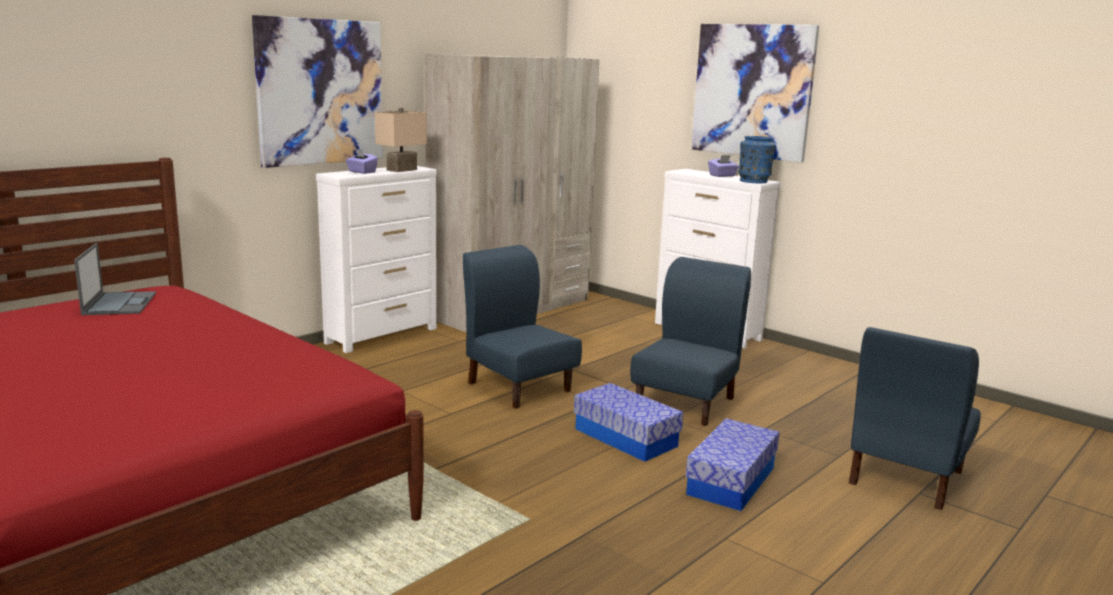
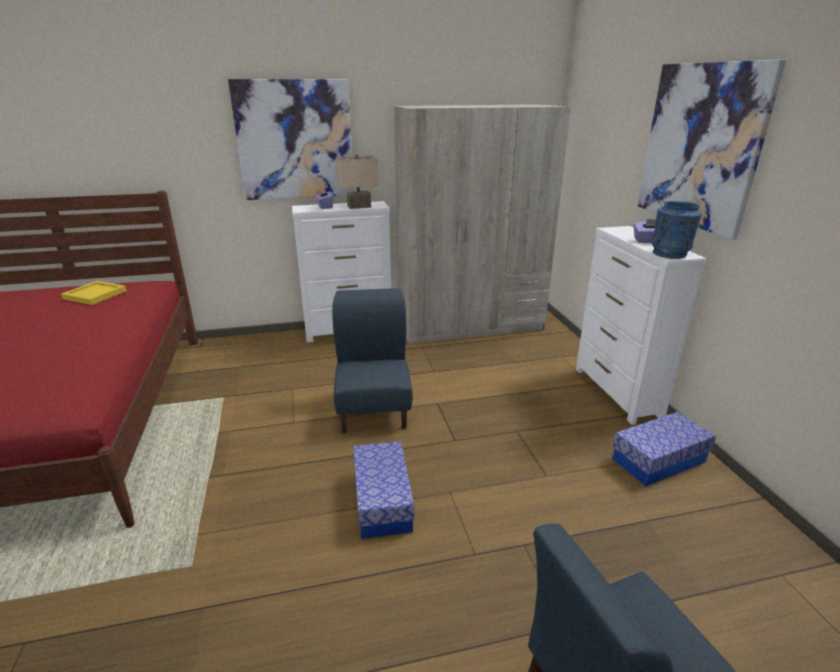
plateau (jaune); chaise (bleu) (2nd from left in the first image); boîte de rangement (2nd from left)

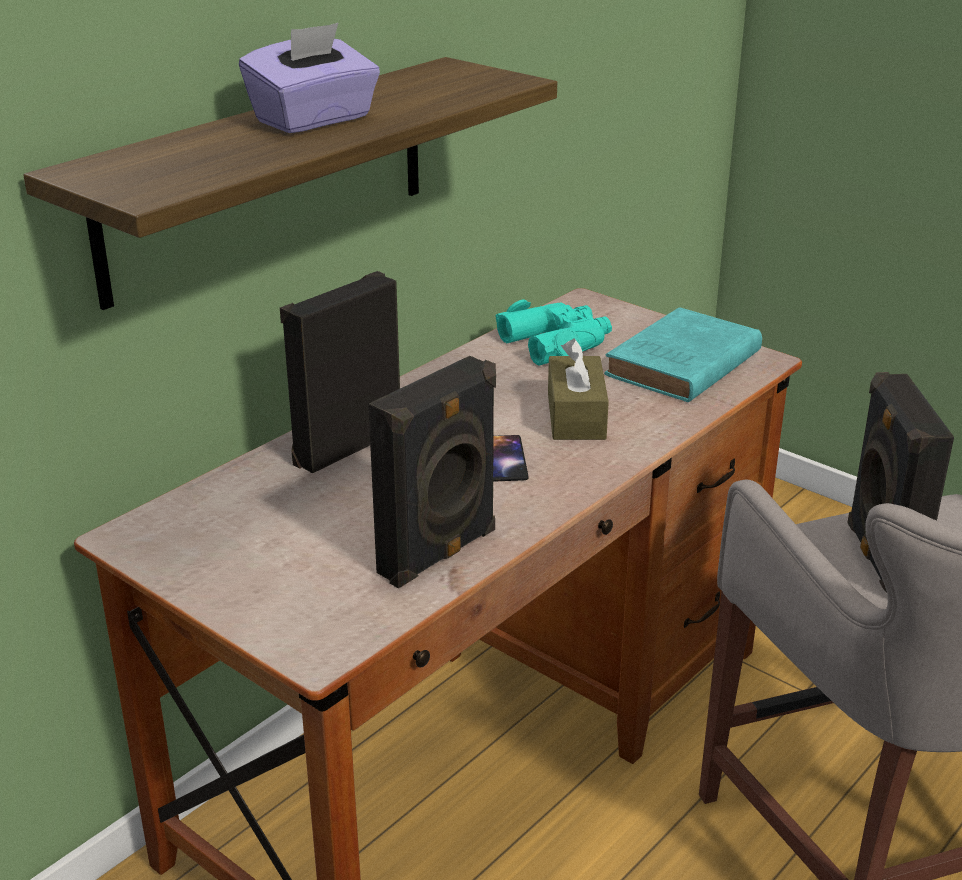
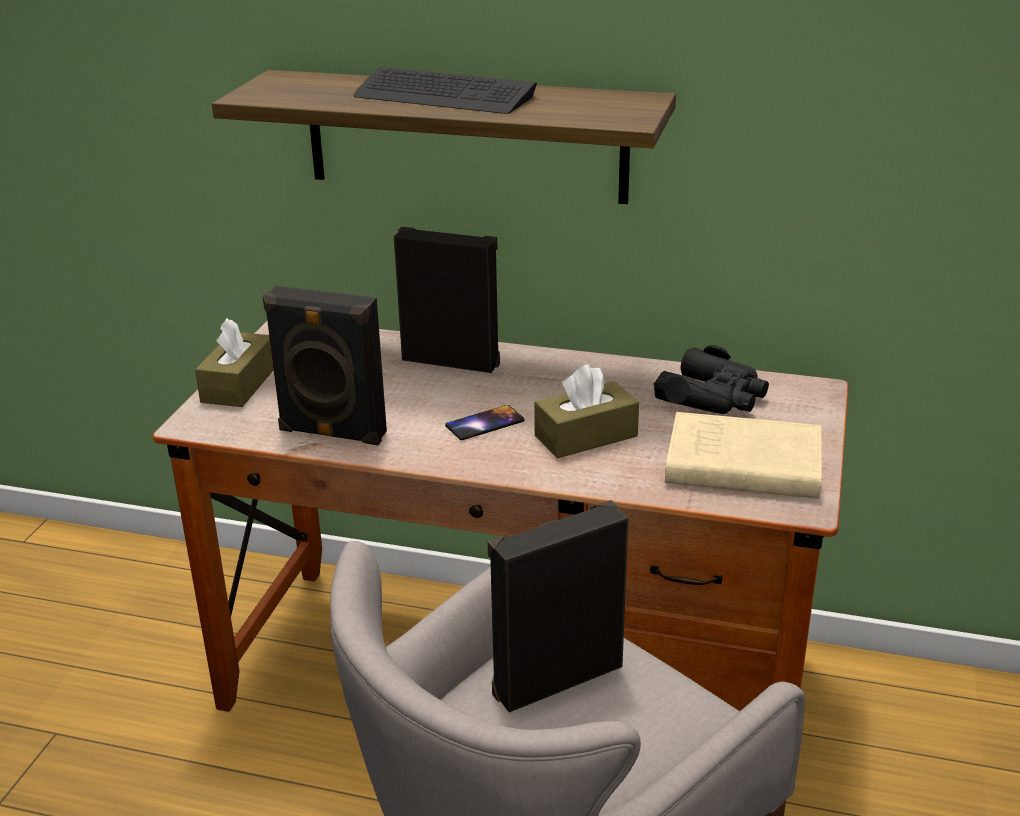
clavier; jumelles (noir); livre (beige); boîte à mouchoirs (marron) (1st from left)

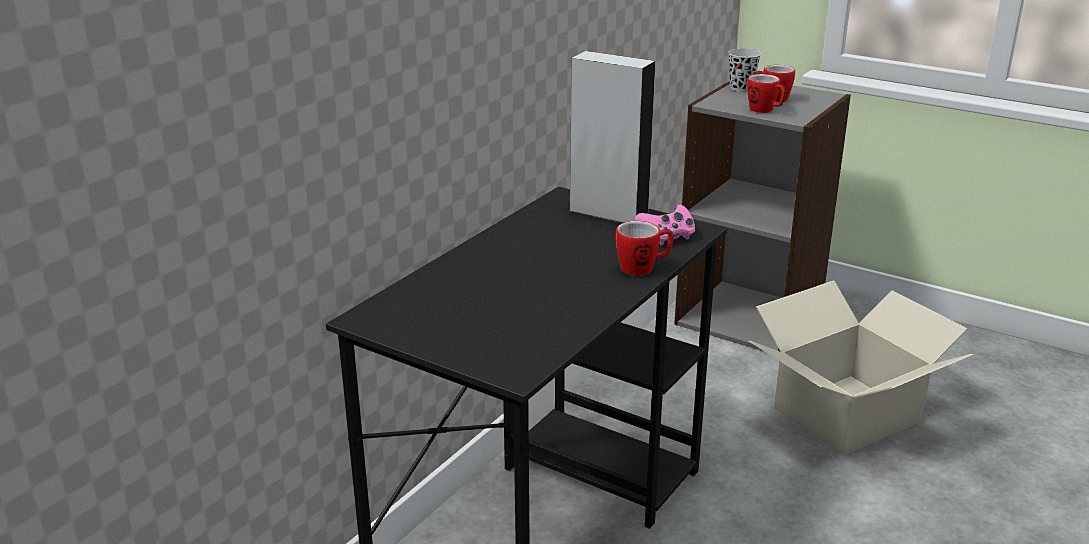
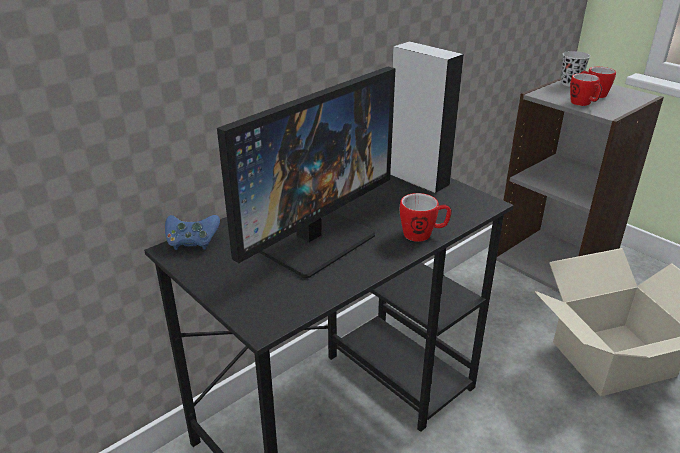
manette (rose); écran d'ordinateur; manette (bleu)

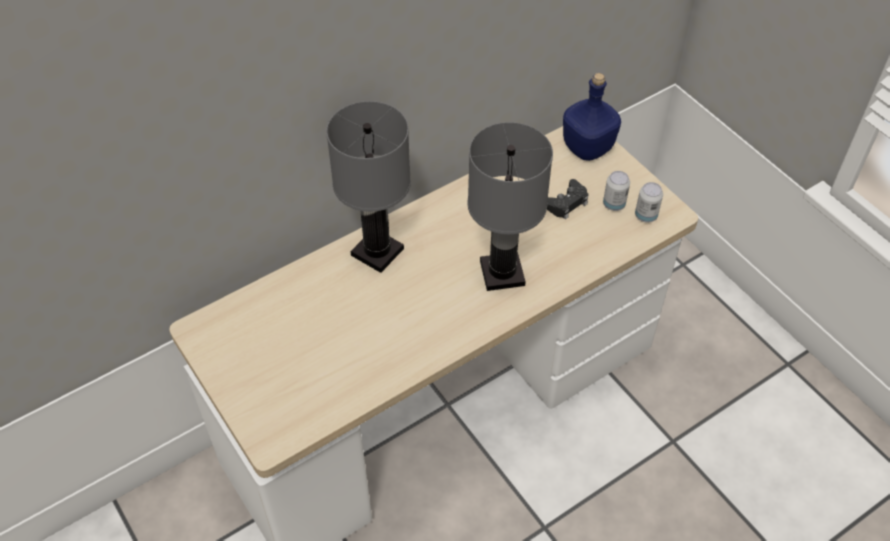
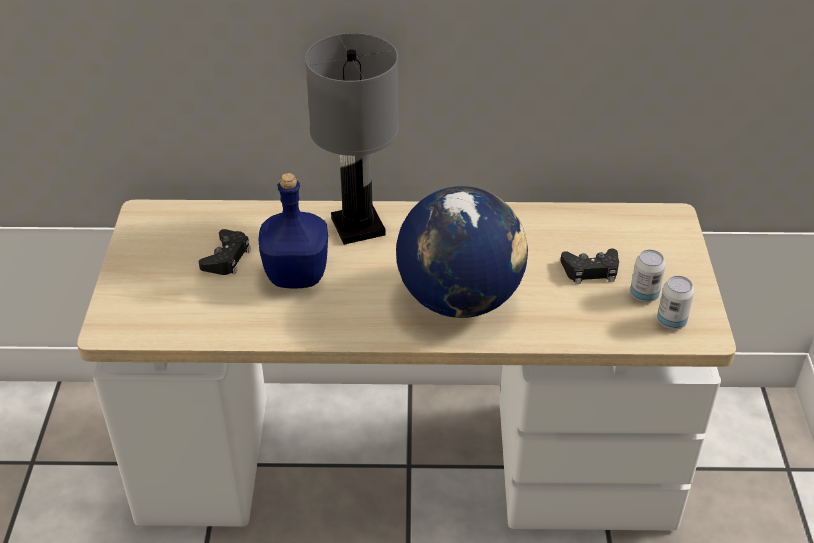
bouteille (bleu); globe; manette (noir) (1st from left)

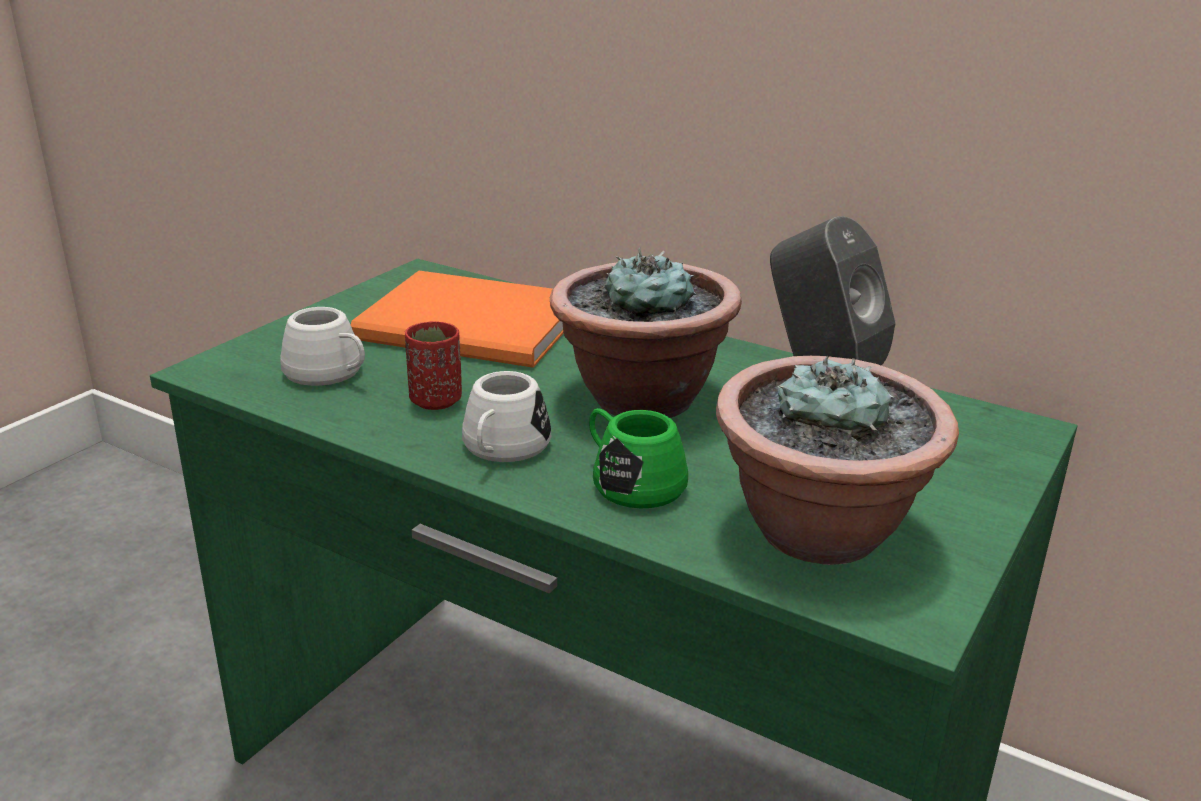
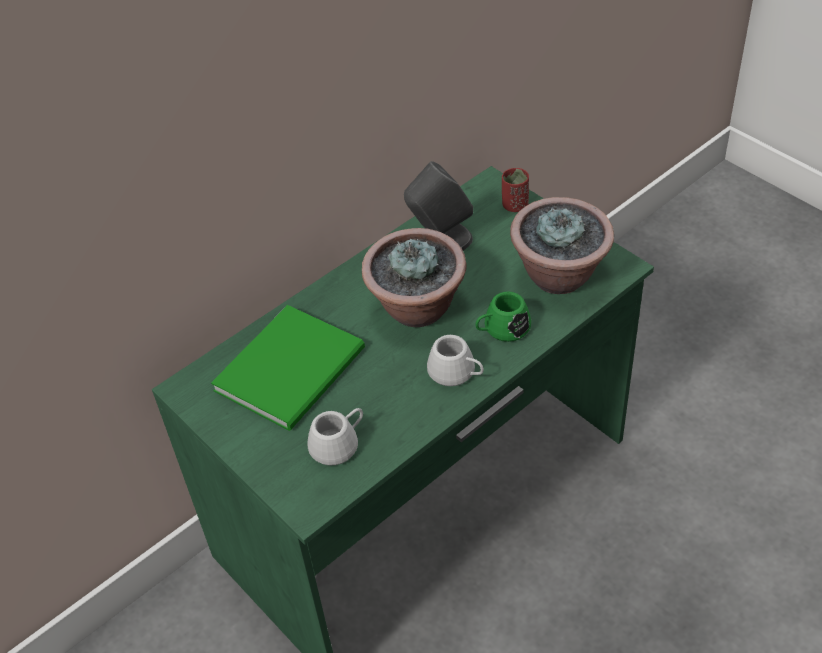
livre (vert); tasse (rouge)

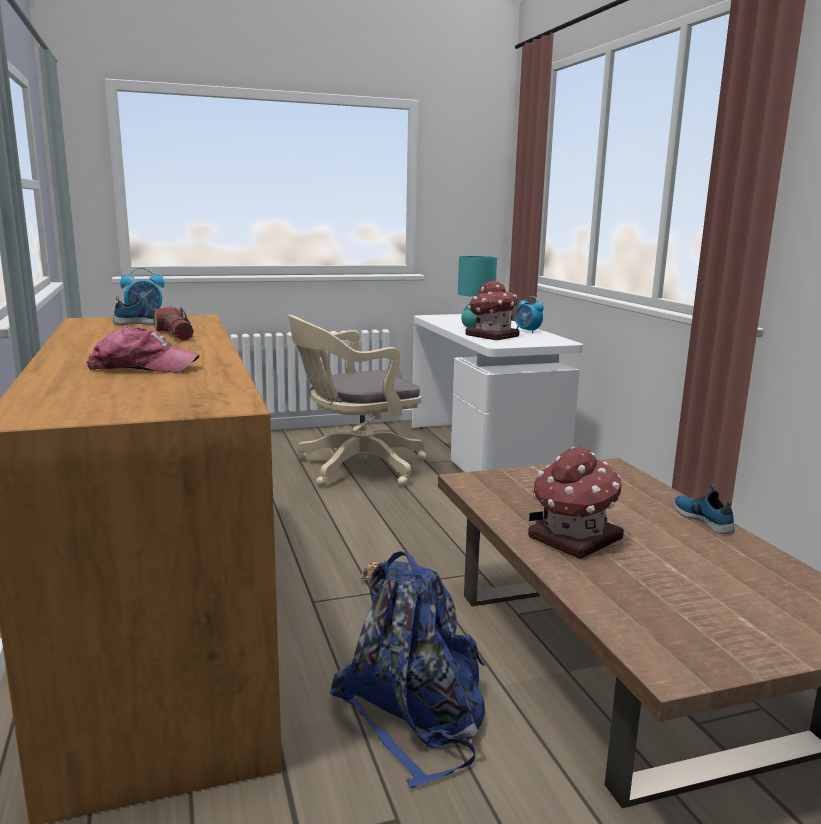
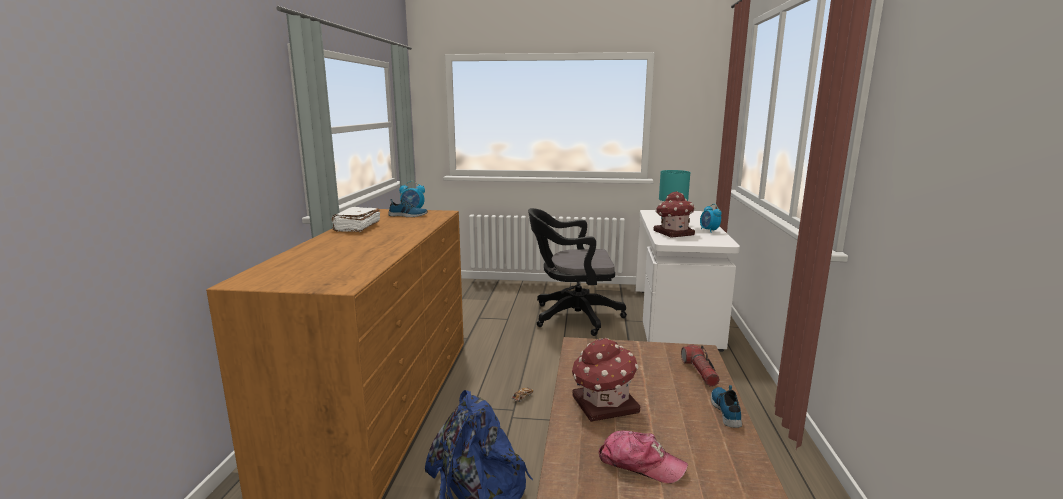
lampe de poche; chaise de bureau (noir); casquette; livre (blanc)

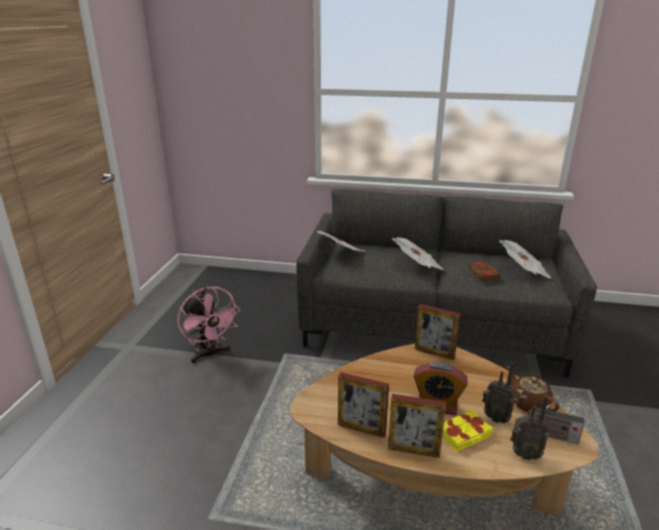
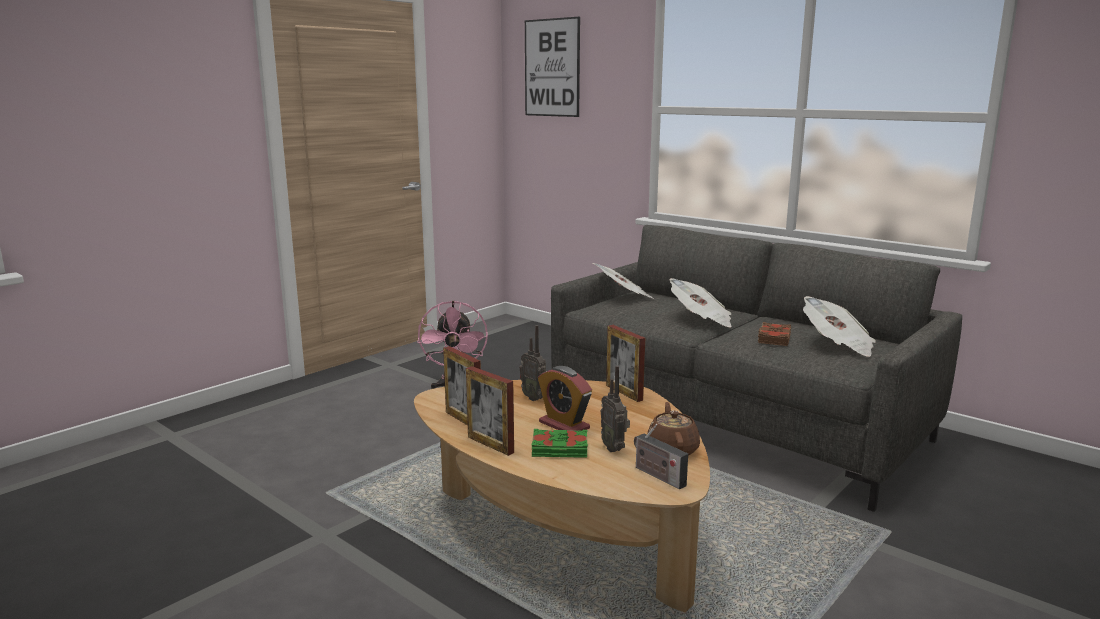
radio (1st from left); livre (vert); tableau

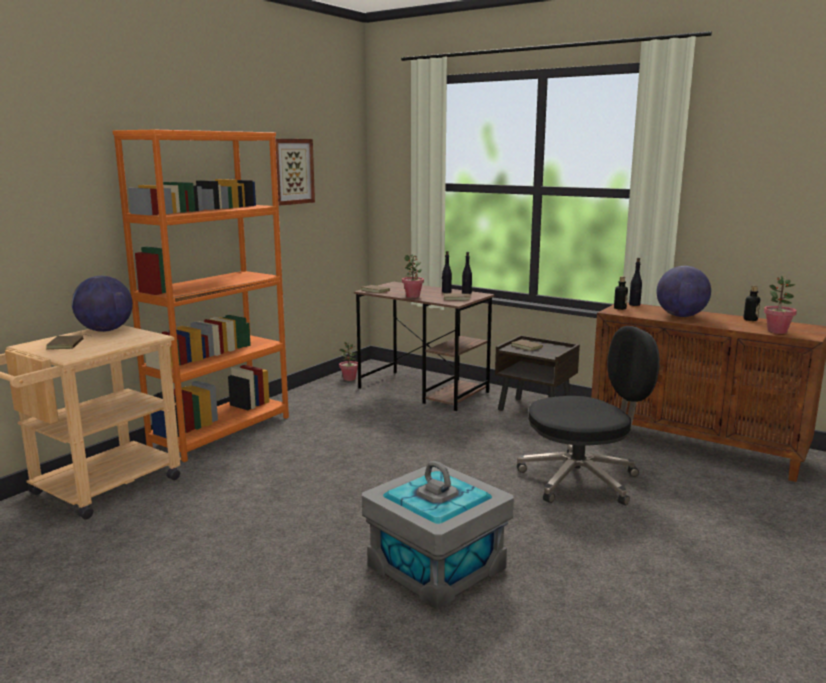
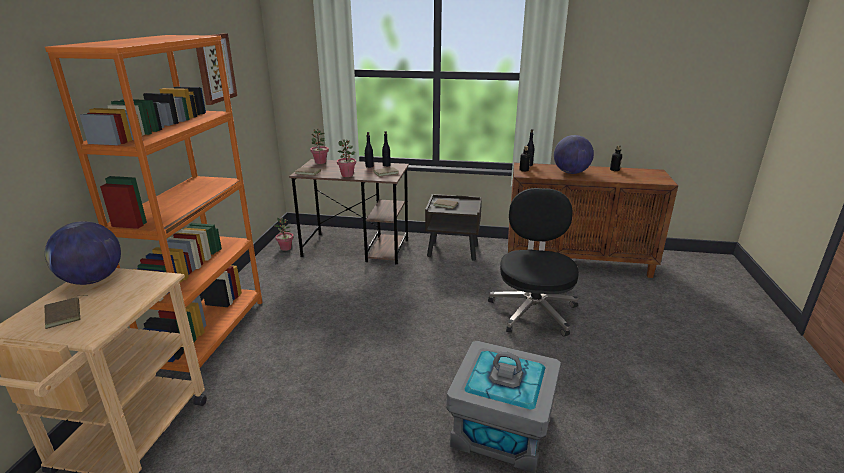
plante en pot (2nd from left); chaise de bureau (noir)

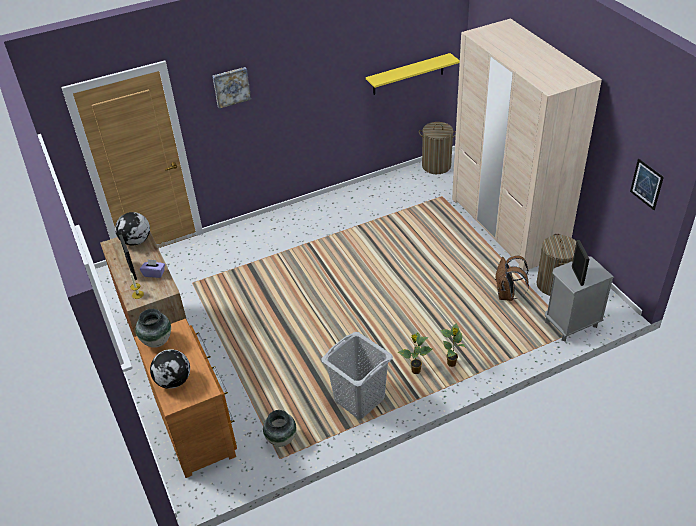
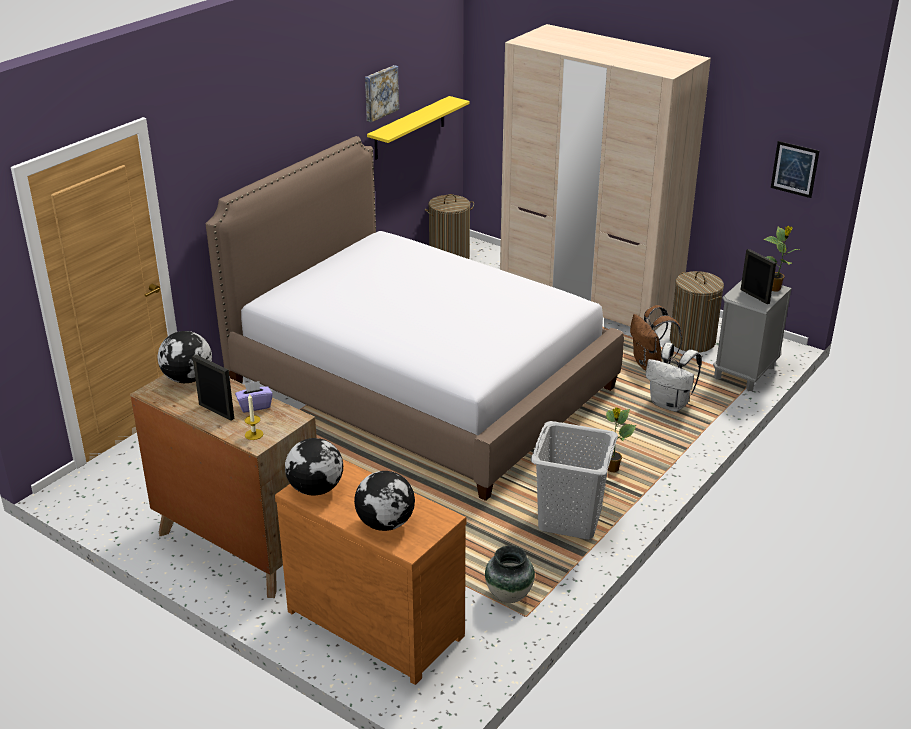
tableau (1st from left); globe (2nd from left); plante en pot (2nd from left); lit; sac à dos (blanc)

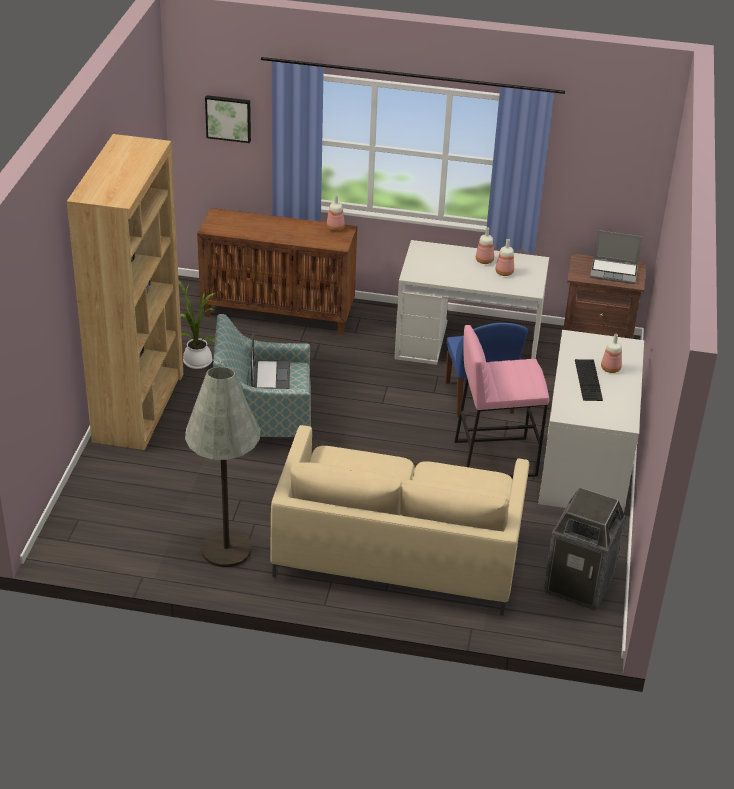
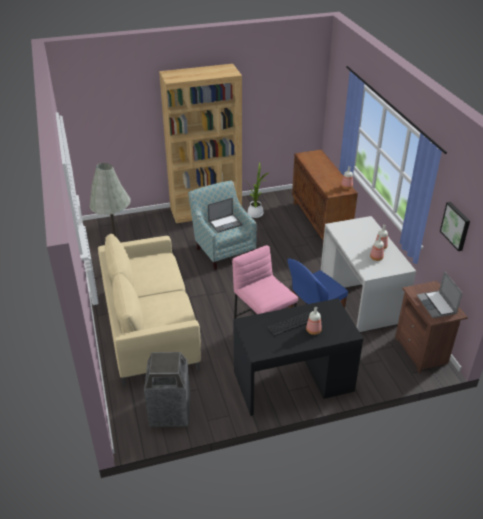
tableau; bureau (noir)

